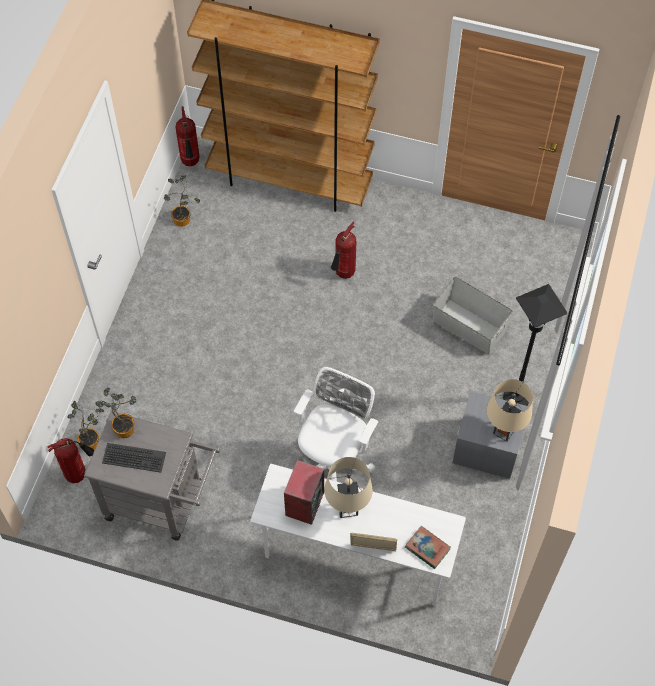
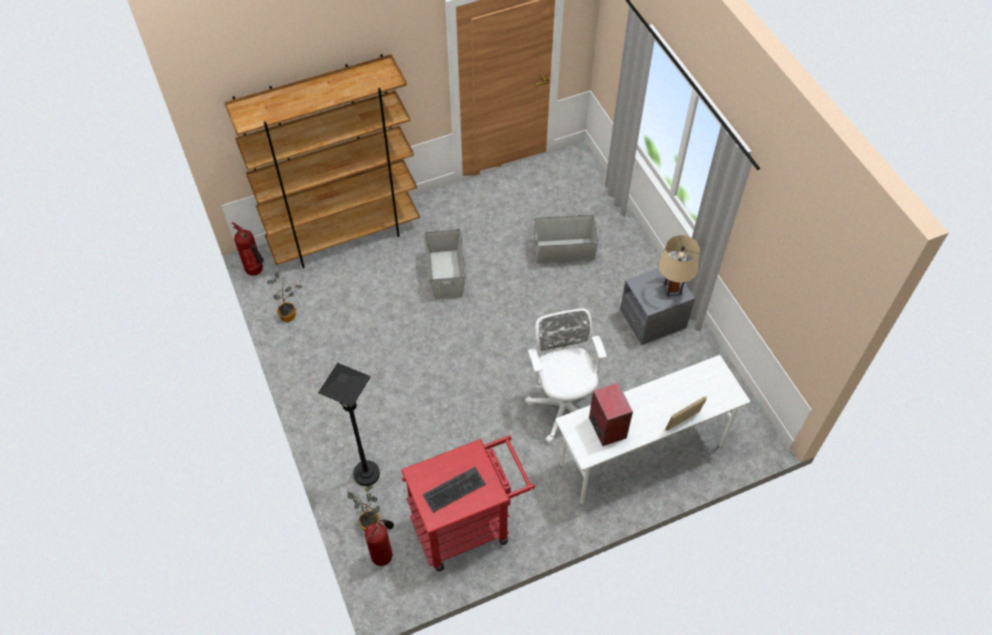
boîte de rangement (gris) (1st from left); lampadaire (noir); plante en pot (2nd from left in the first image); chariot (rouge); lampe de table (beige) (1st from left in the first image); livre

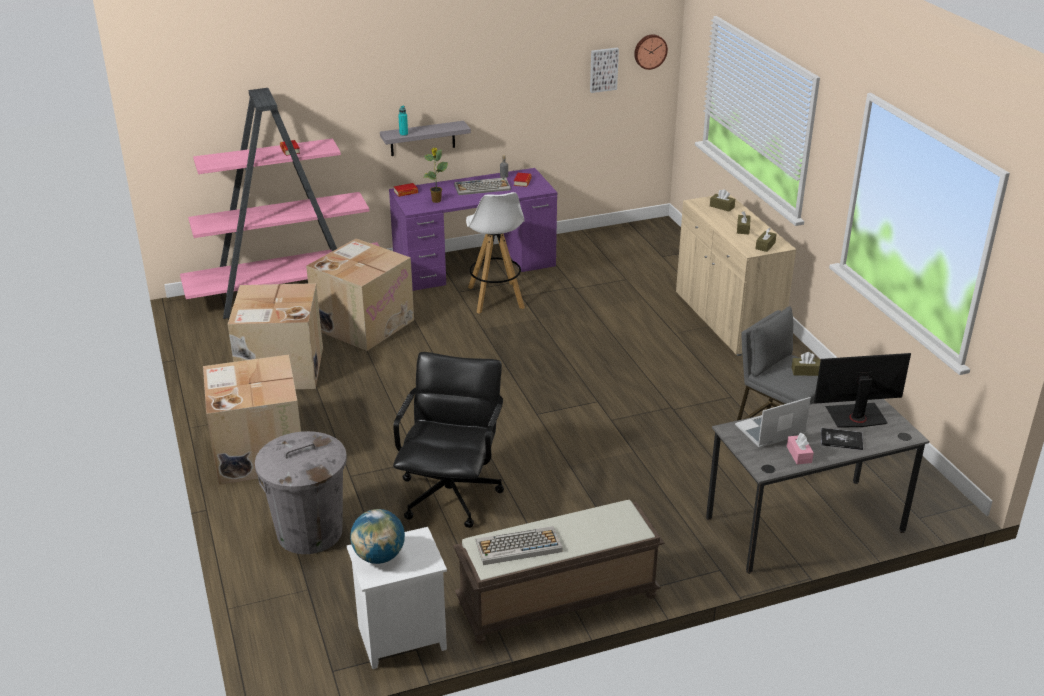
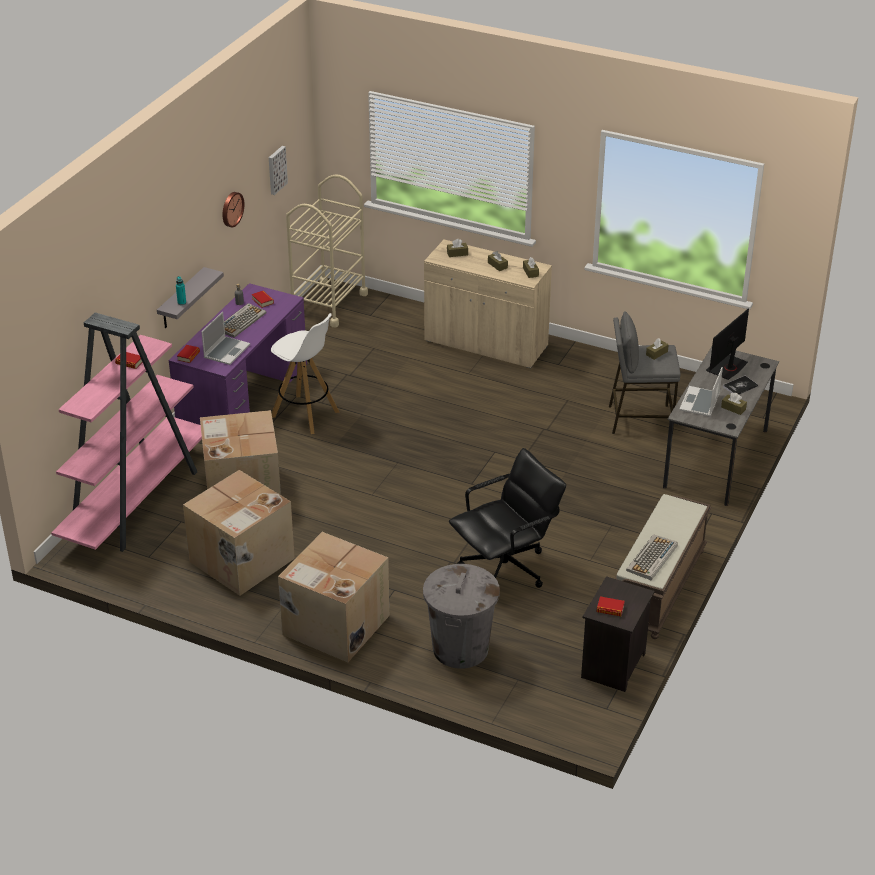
horloge murale; ordinateur portable (1st from left); chaise de bureau (noir); boîte à mouchoirs (marron) (5th from left); livre (4th from left); table de chevet (noir); chariot (beige)

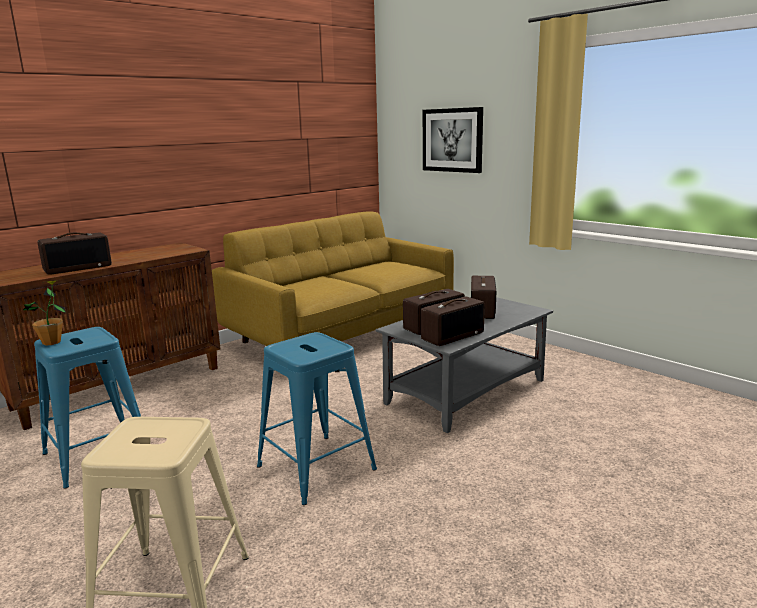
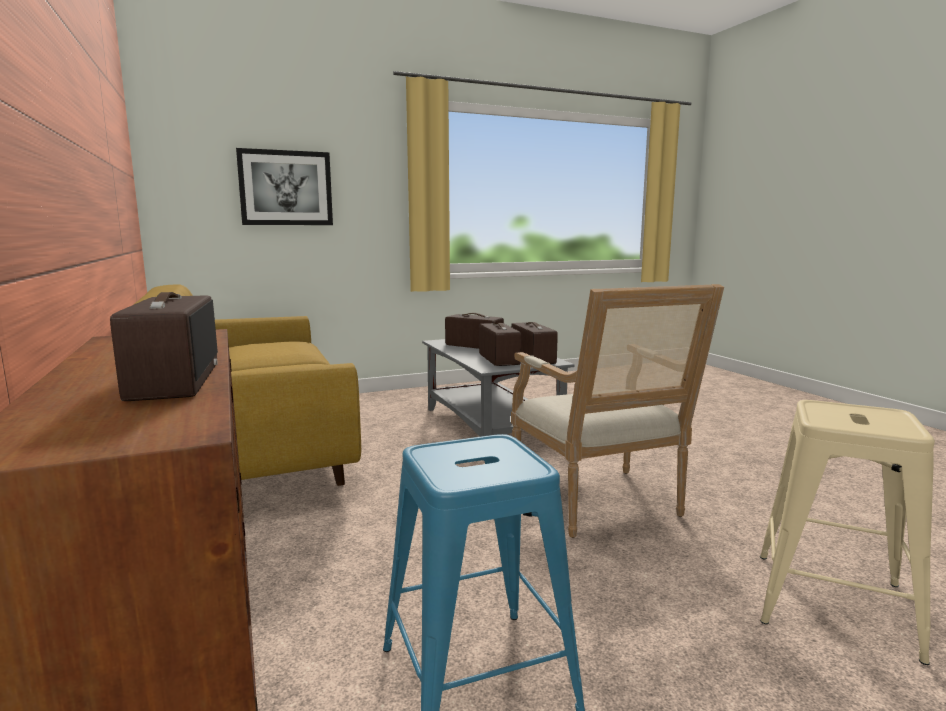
plante en pot; fauteuil

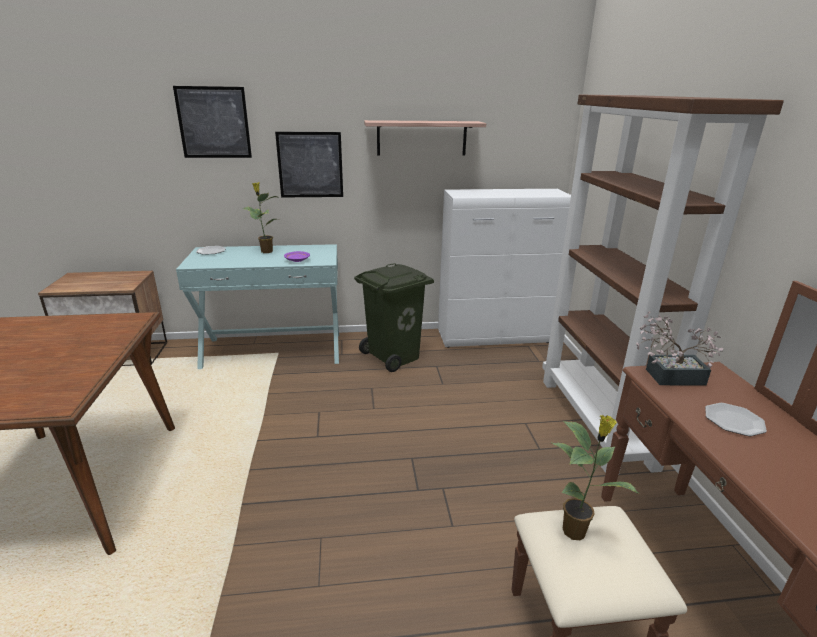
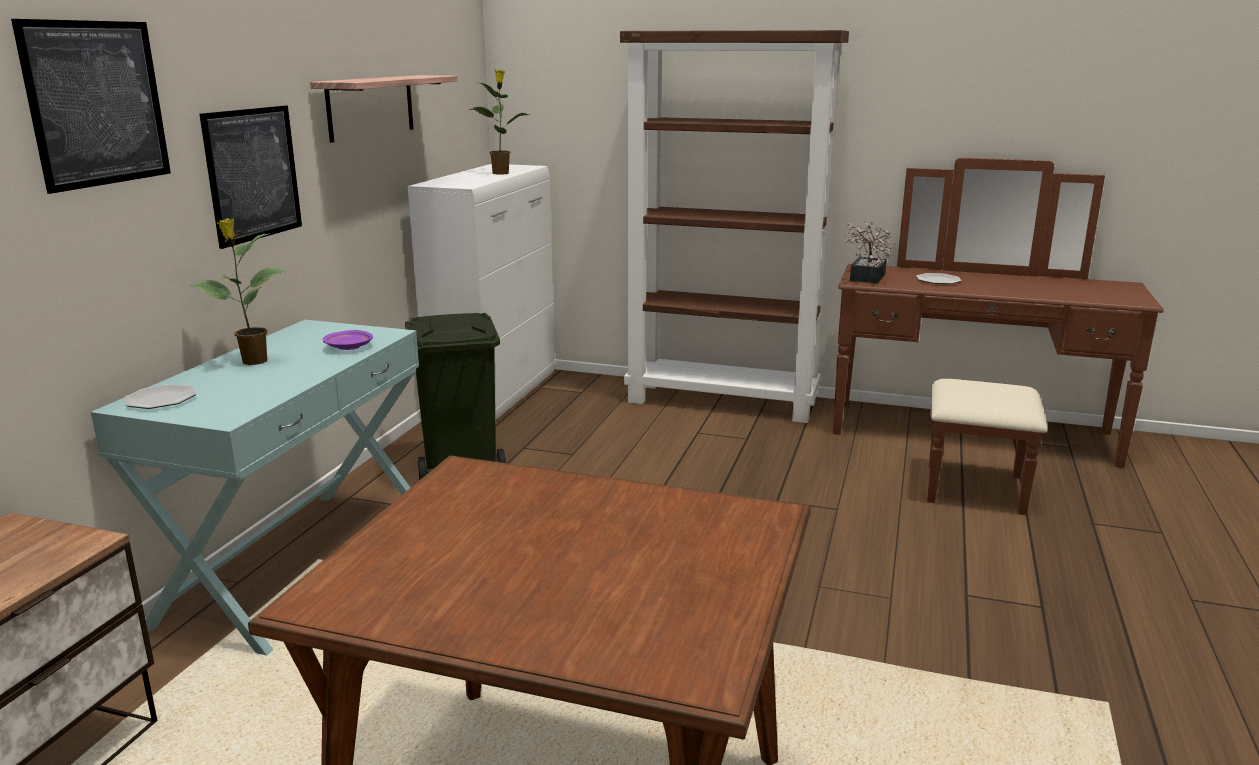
plante en pot (2nd from left)

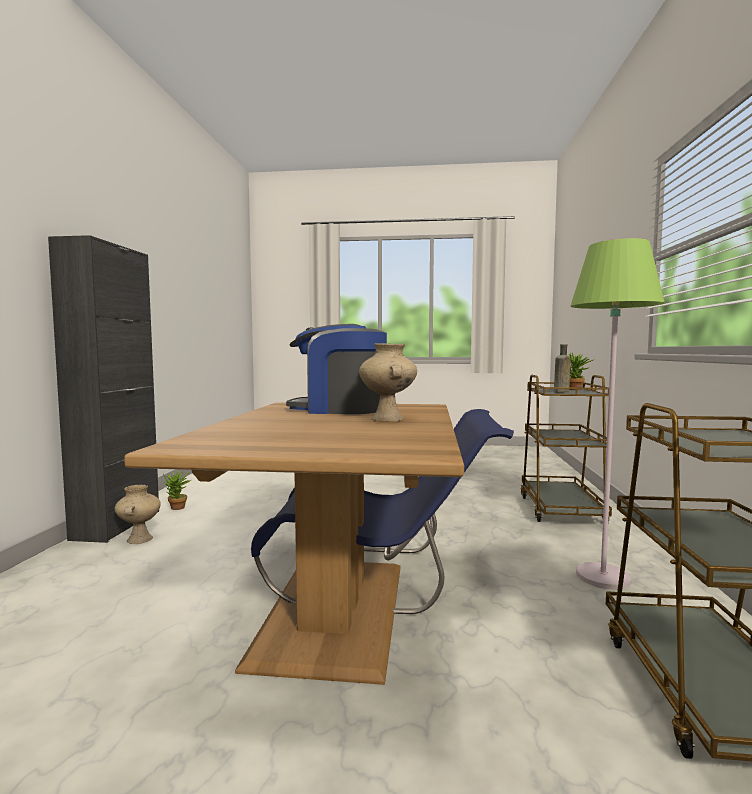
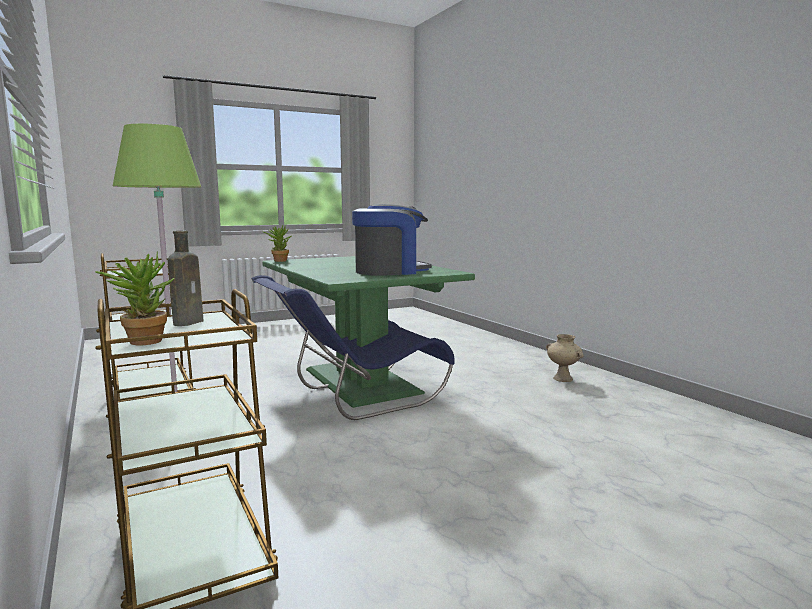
meuble de rangement (noir); vase (beige) (2nd from left in the first image); table à manger (vert); plante en pot (2nd from left)

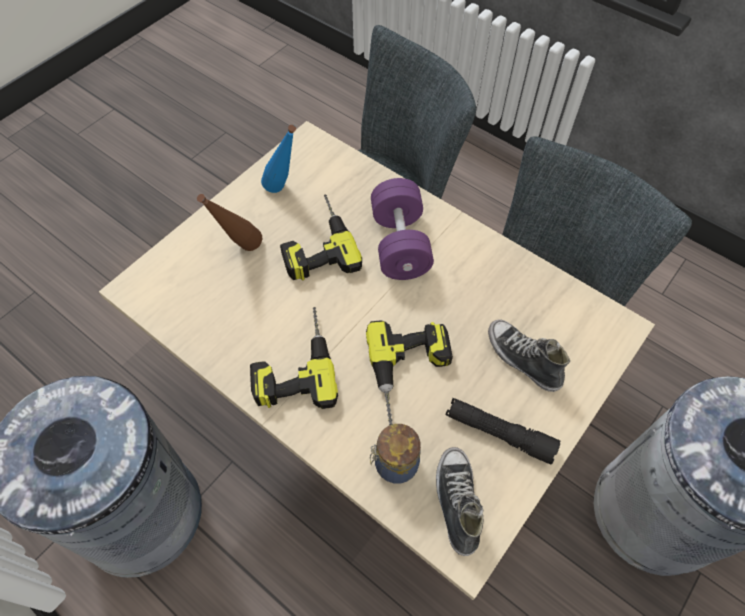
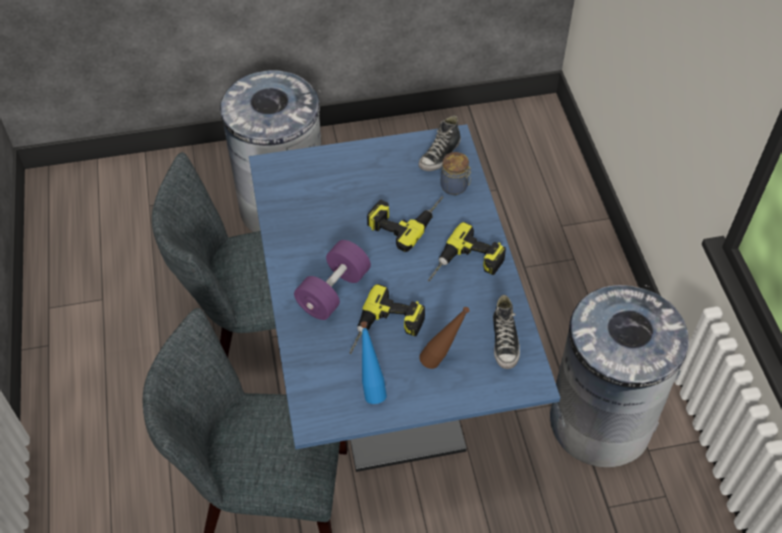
table à manger (bleu); chaussure (2nd from left); lampe de poche (noir)

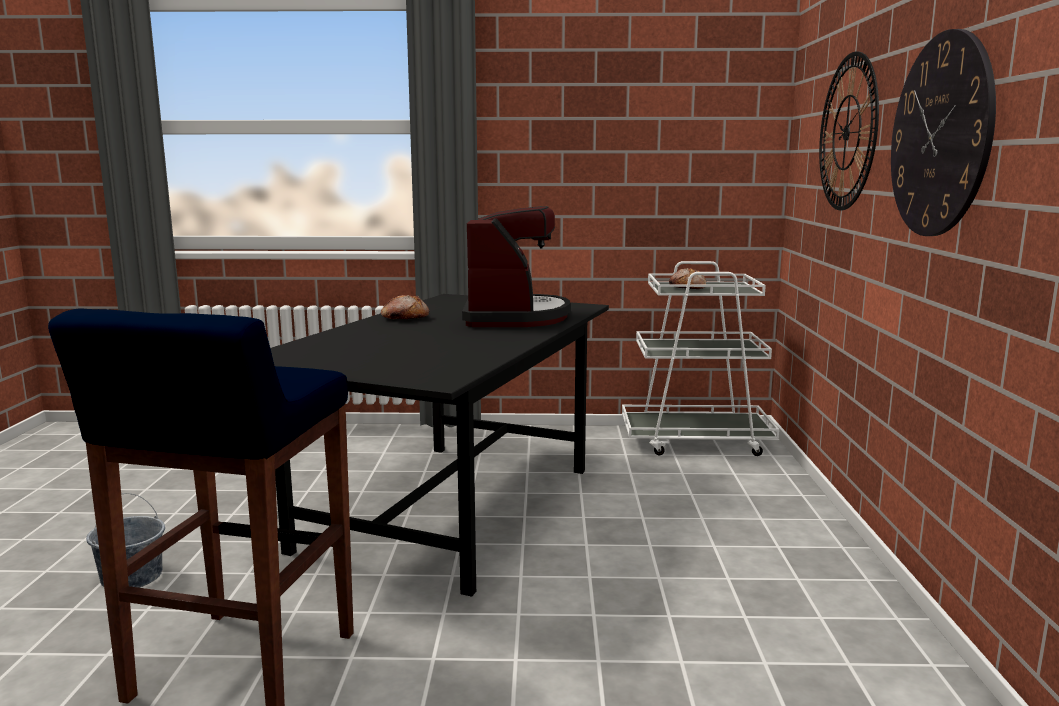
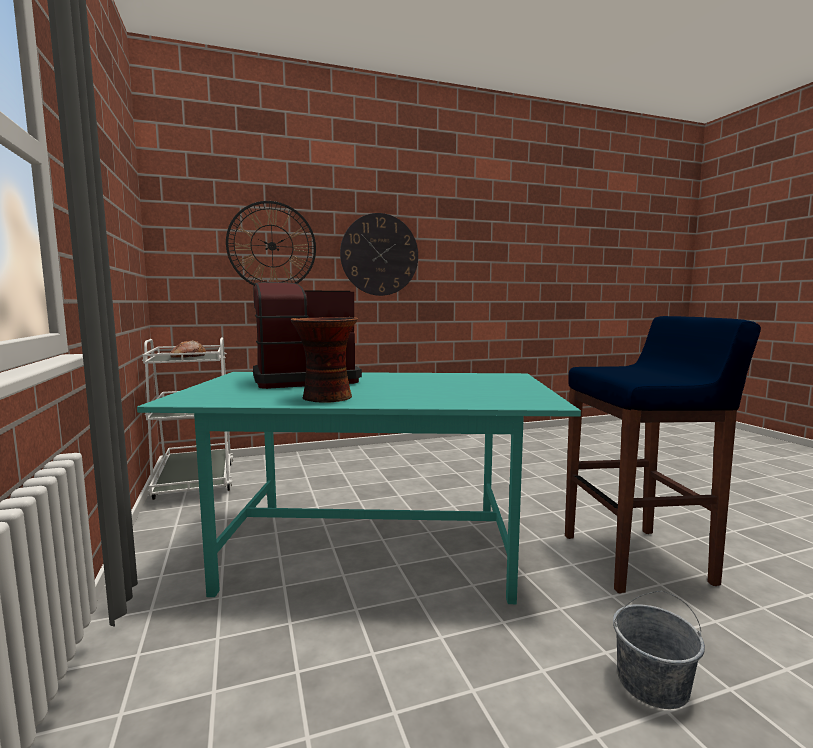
table à manger (turquoise); vase

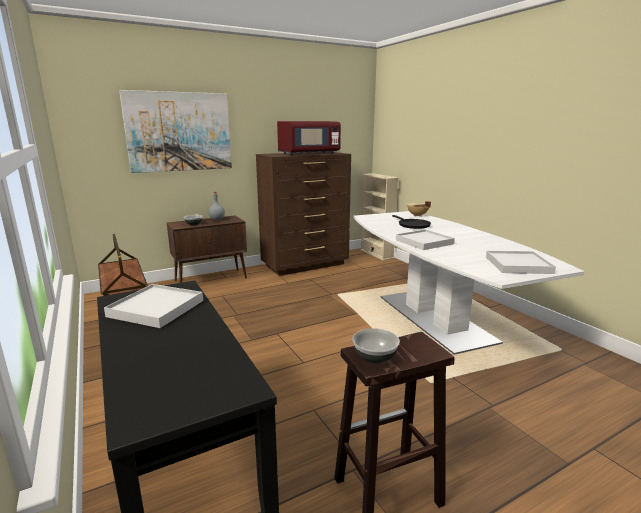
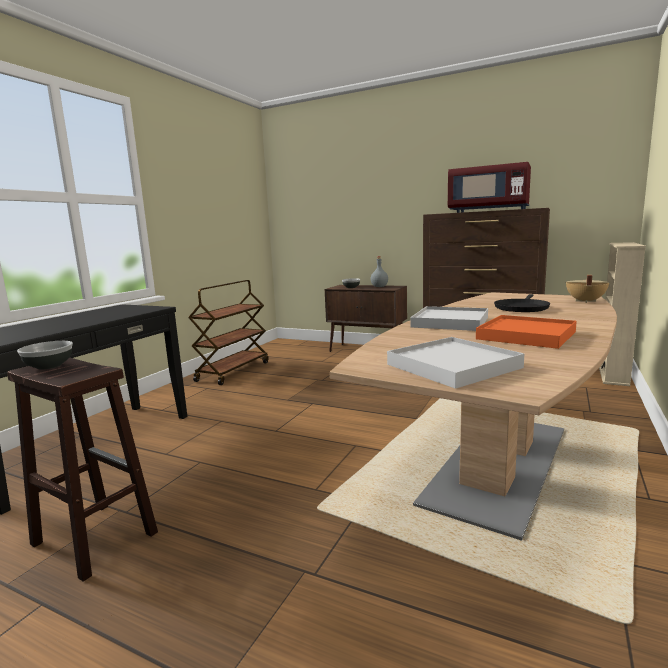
tableau; table à manger (marron); plateau (blanc) (1st from left in the first image); plateau (orange)

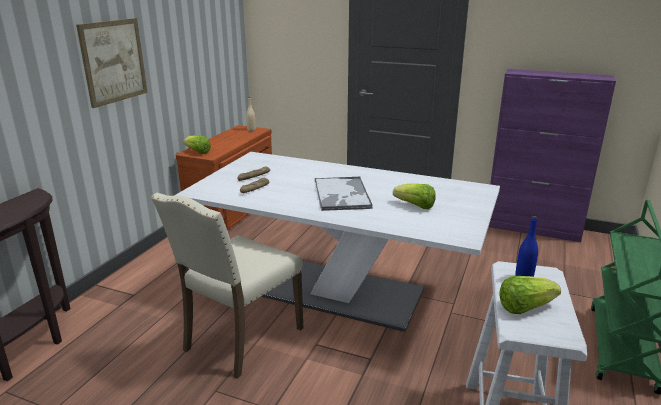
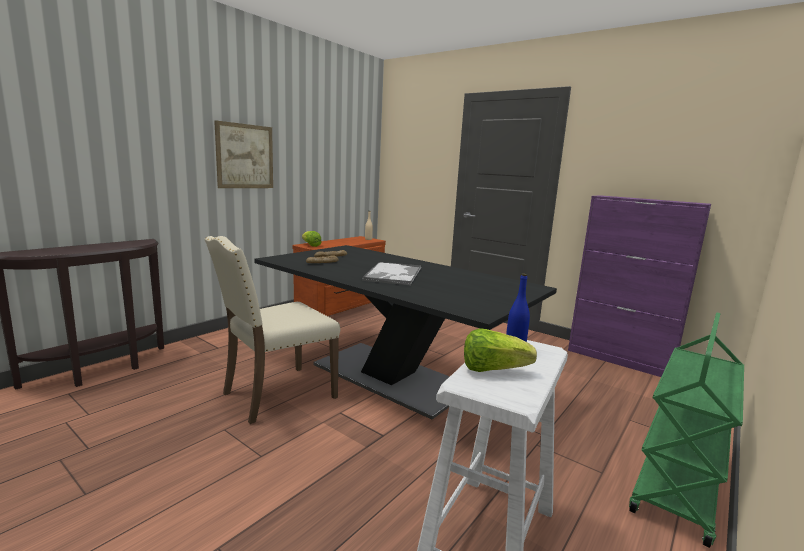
table à manger (noir); laitue (2nd from left in the first image)

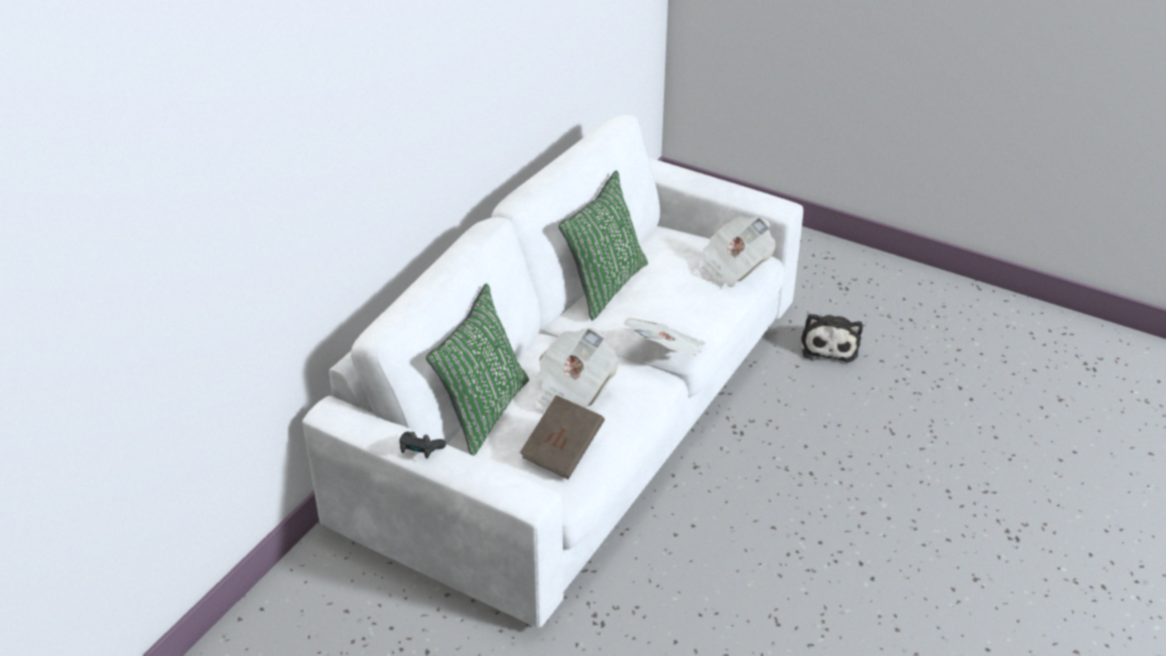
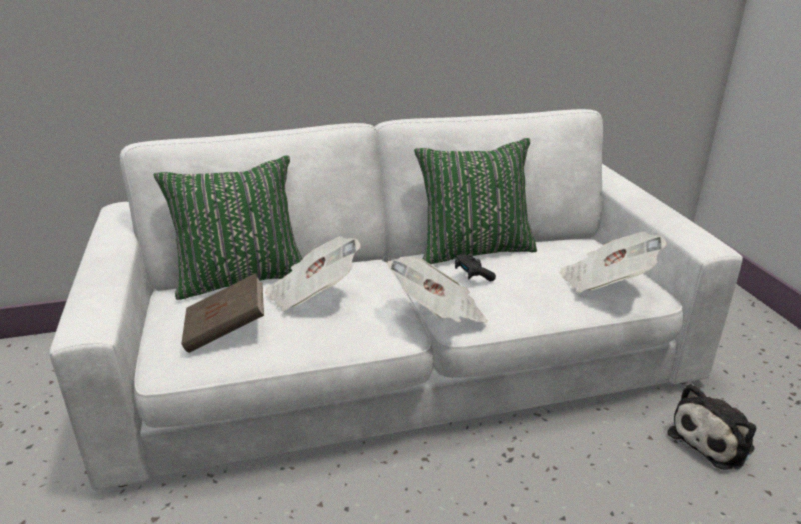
manette (noir)

